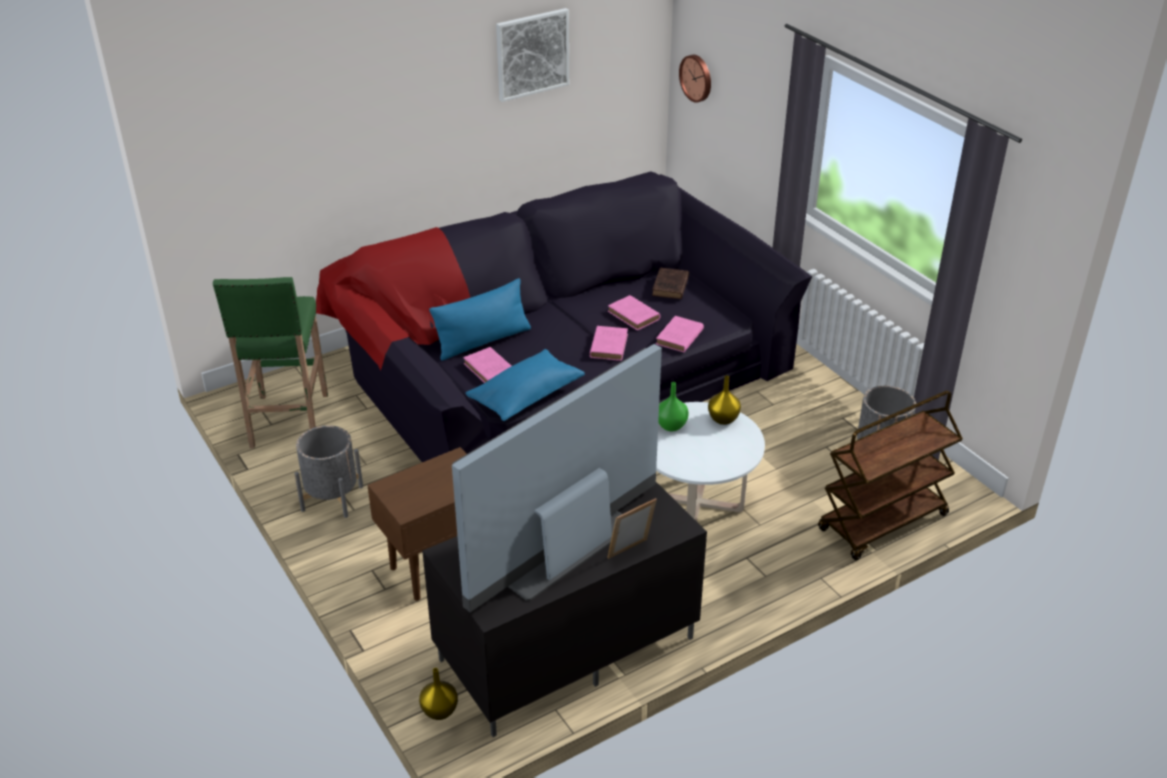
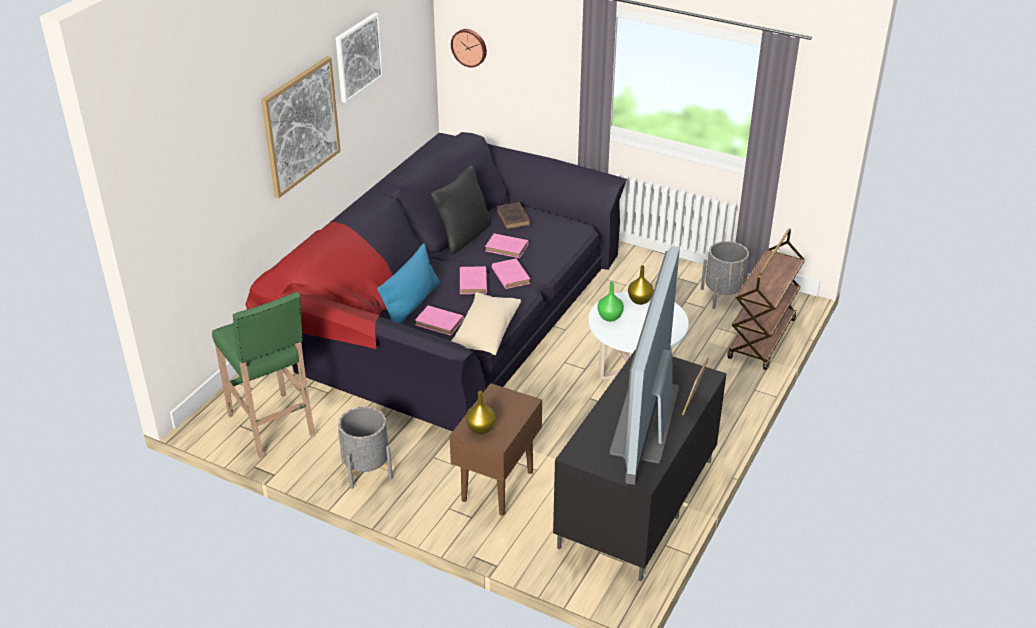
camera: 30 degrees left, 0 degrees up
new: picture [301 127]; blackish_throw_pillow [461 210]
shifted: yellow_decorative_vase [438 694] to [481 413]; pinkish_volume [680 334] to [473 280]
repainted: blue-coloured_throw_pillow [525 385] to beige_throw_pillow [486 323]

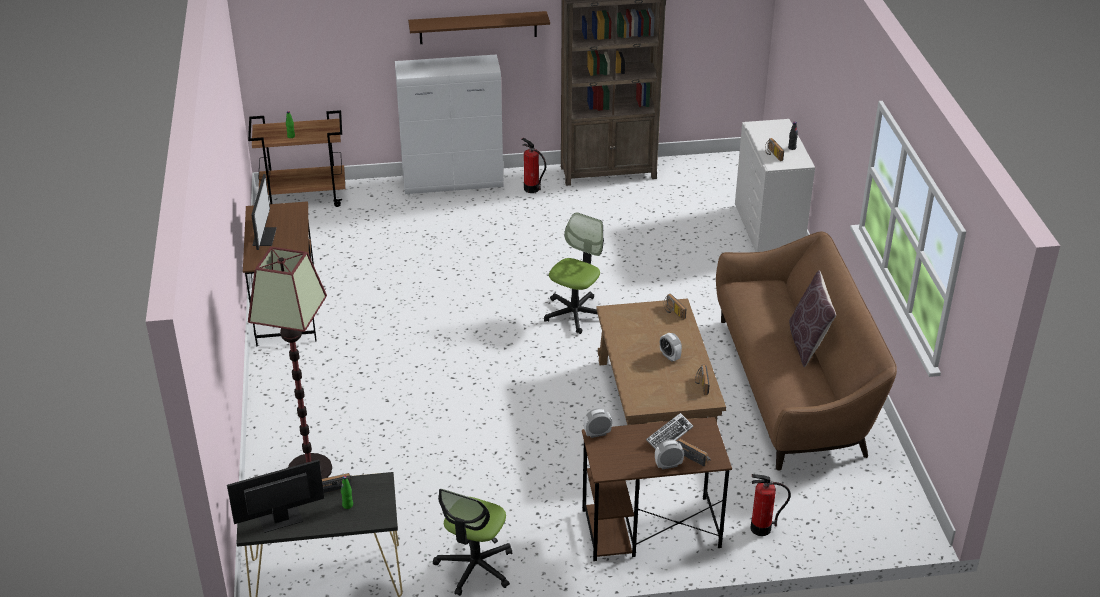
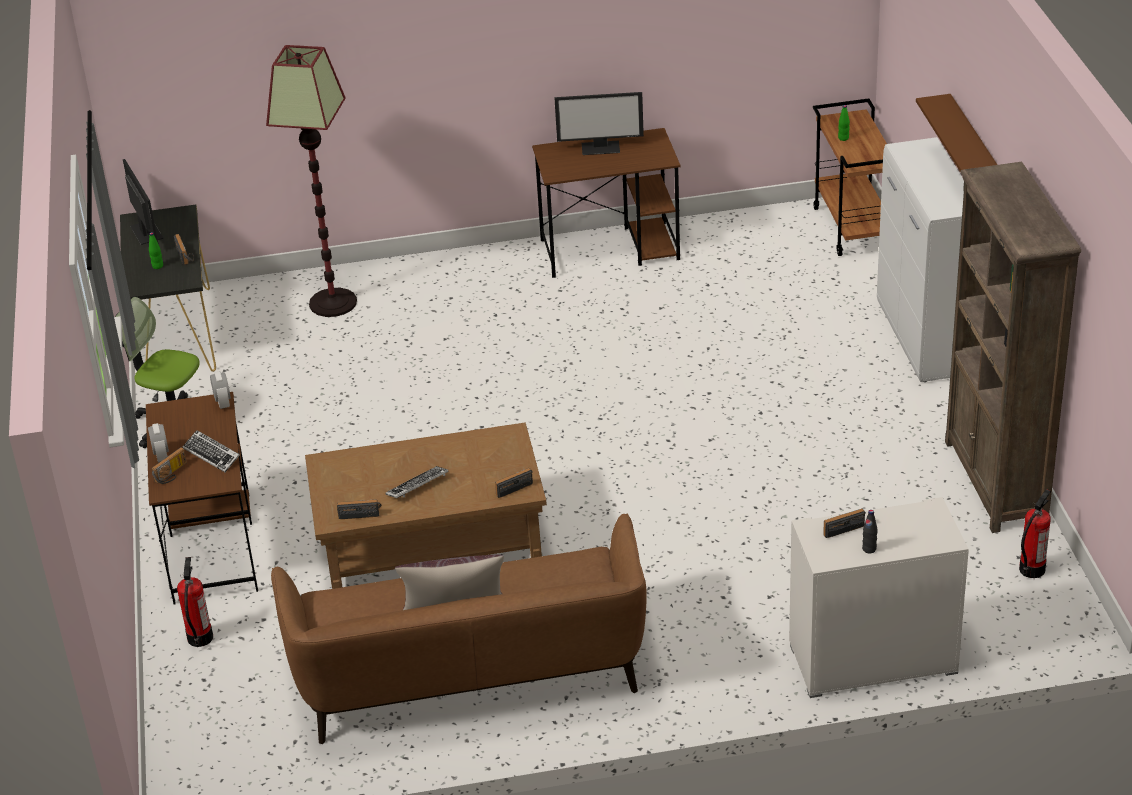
camera: 90 degrees right, 0 degrees up
gone: computer_chair [574 273]
shifted: fire-fighting_cylinder [534 165] to [1035 533]
swapped: bedside_clock [671 347] to keyboard [417 482]

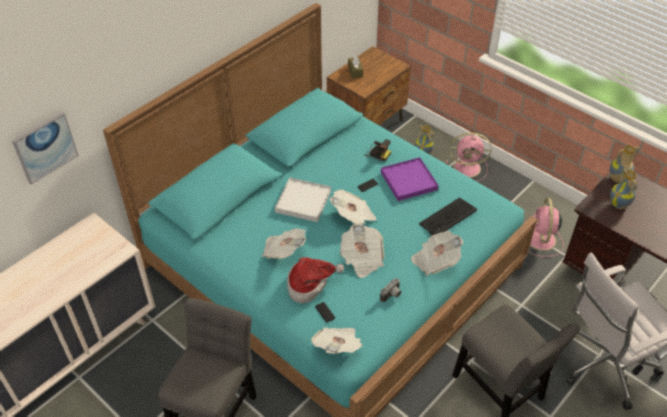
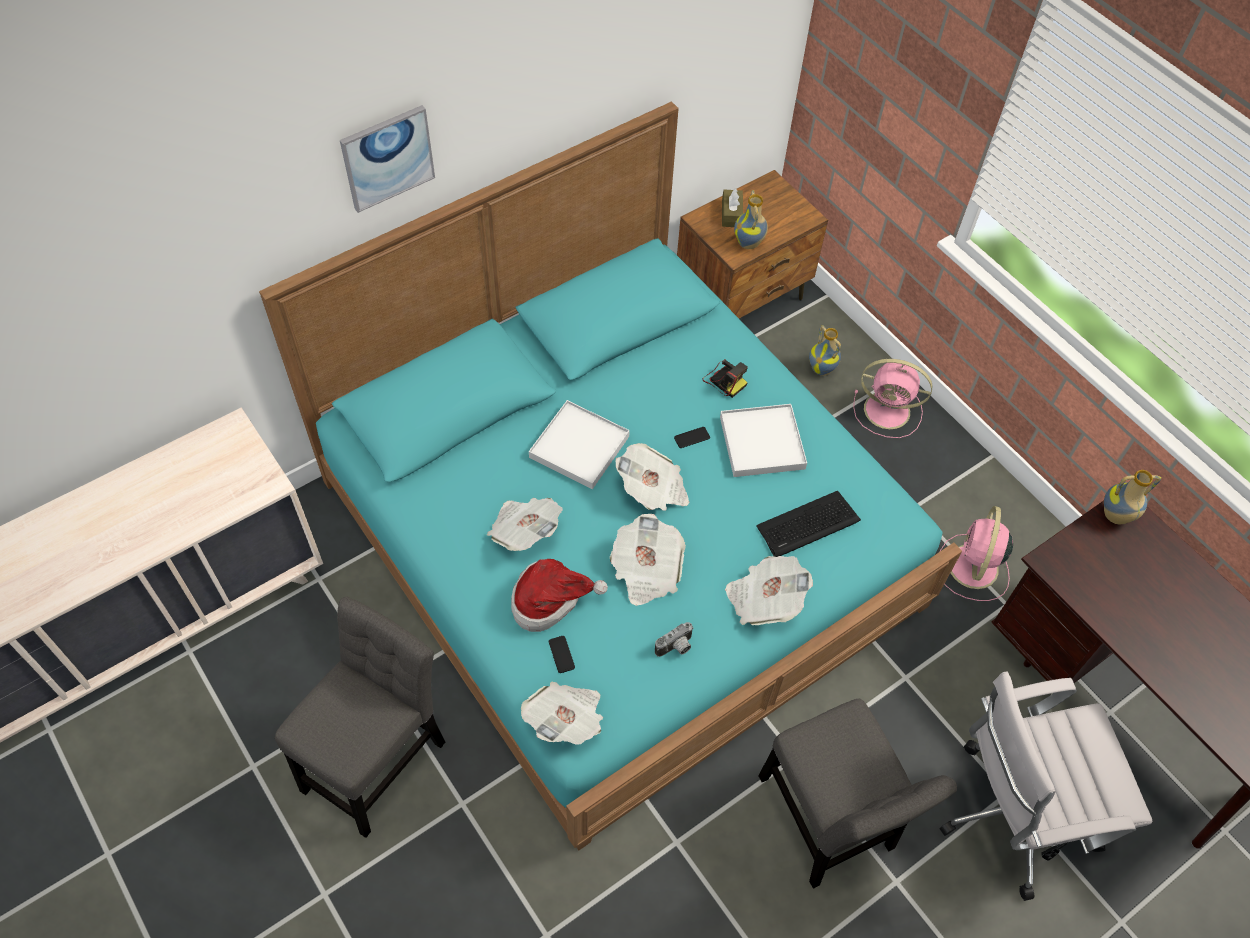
camera: 10 degrees right, 10 degrees up
shifted: picture [45 148] to [387 159]; decorative_vase [623 188] to [751 219]
repainted: purple-coloured_carrying_tray [410 179] to white-coloured_carrying_tray [763 440]

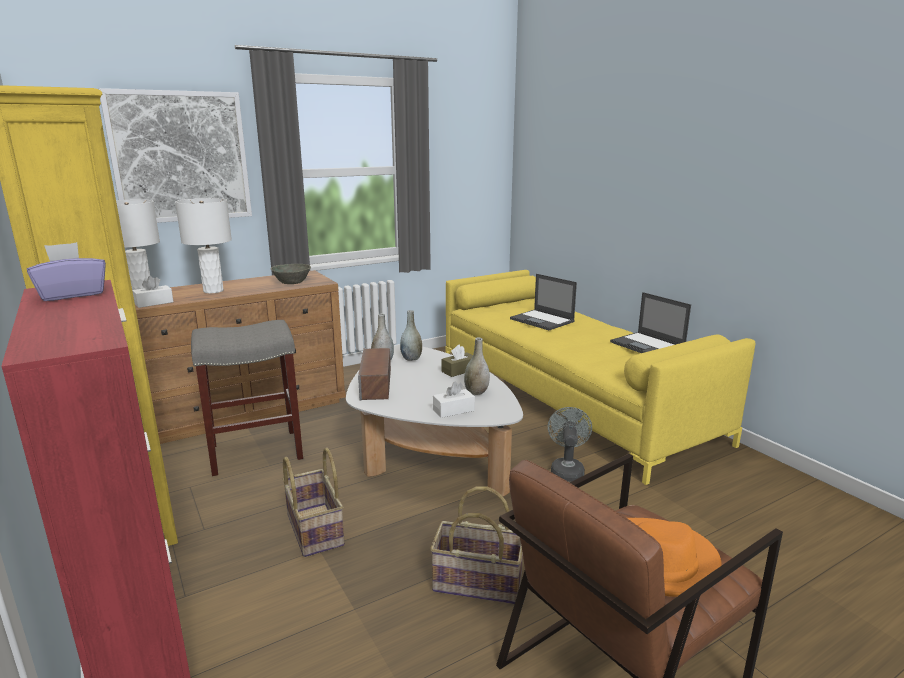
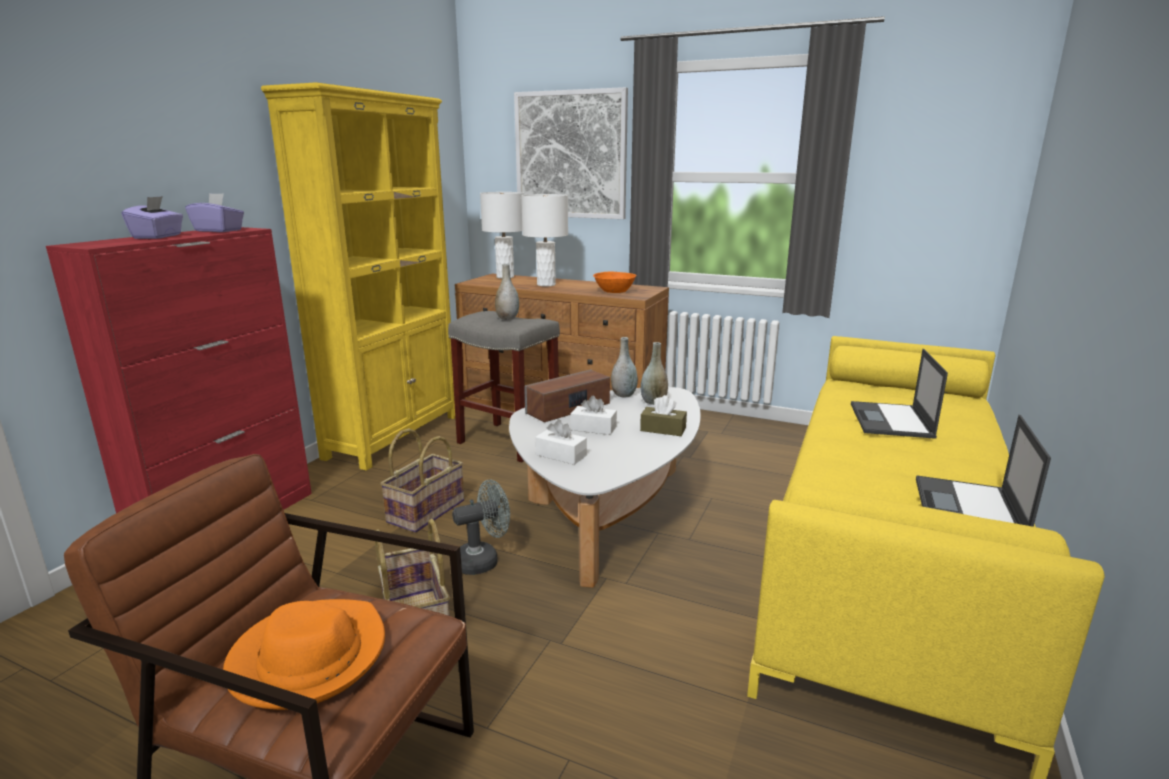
camera: 55 degrees right, 0 degrees up
new: purple-coloured_box_of_tissues [152 217]
shifted: white-coloured_box_of_tissues [152 292] to [594 415]; grey_decorative_vase [477 366] to [507 292]; grey_electric_fan [570 444] to [481 527]
repainted: grey_deep_dish [290 274] to orange_deep_dish [615 282]

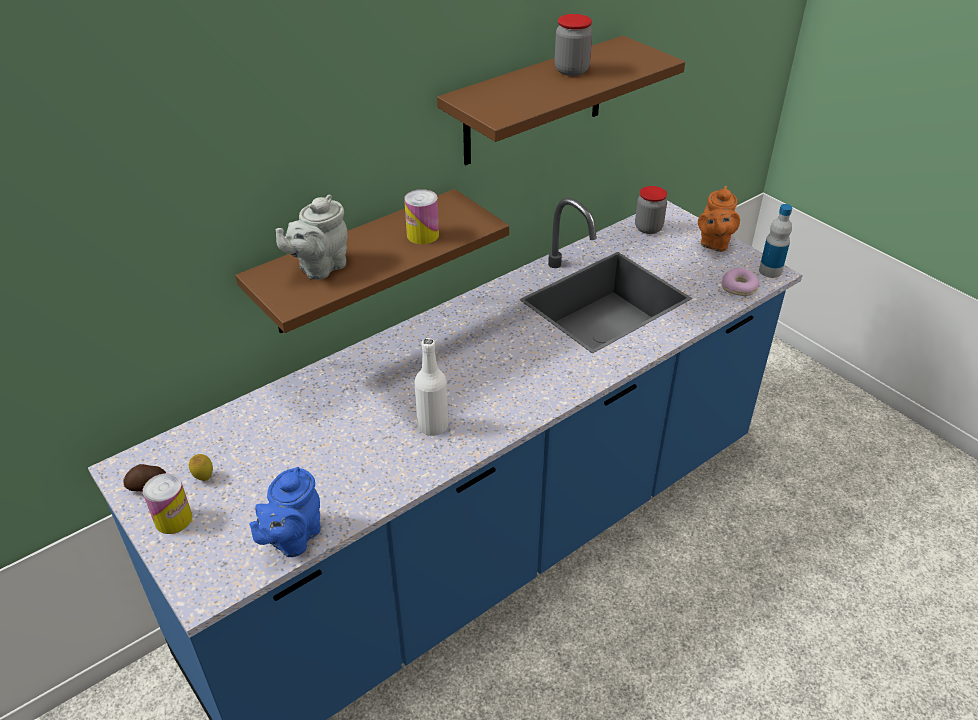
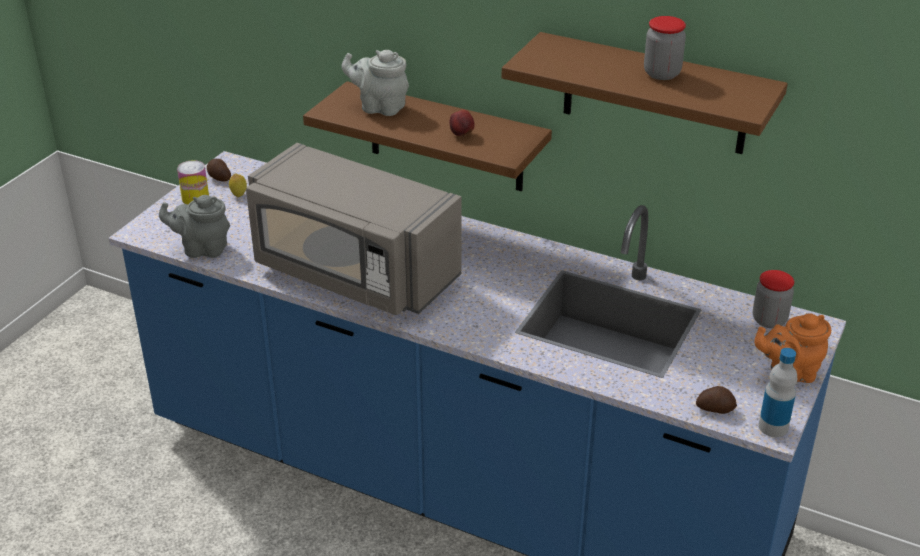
camera: 65 degrees right, 5 degrees down
swapped: sealed_can [421 216] to apple_fruit [462 123]; white-coloured_bottle [431 387] to grey_kitchen_microwave [353 229]; doughnut [741 282] to whole_potato [716 400]
repainted: blue-coloured_teapot [285 512] to grey_teapot [194 226]

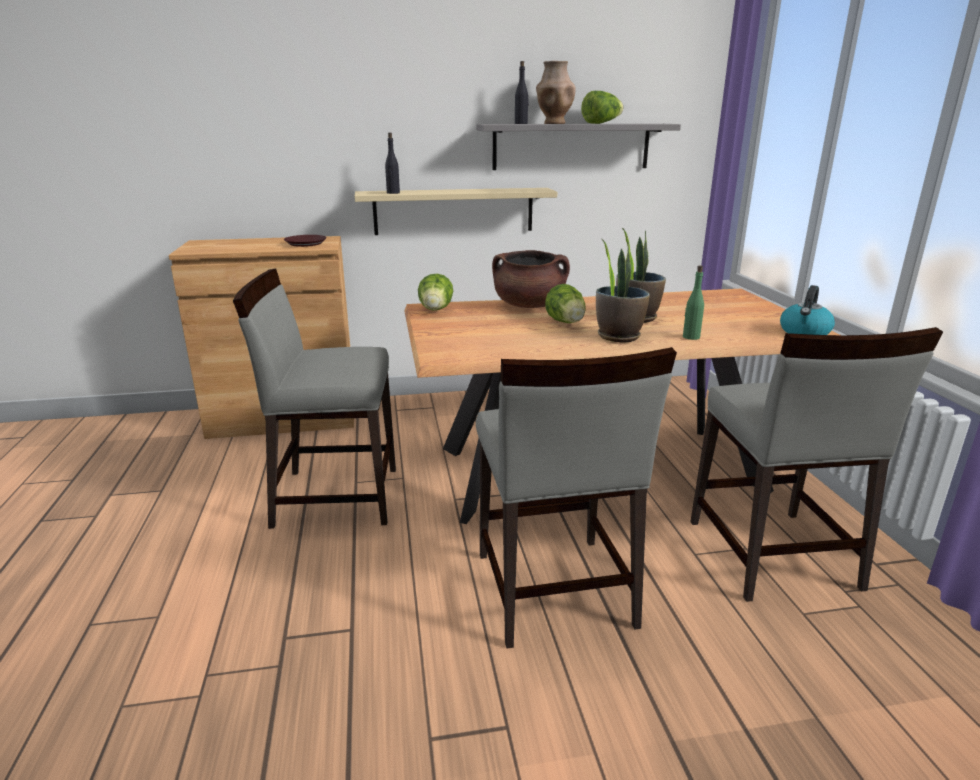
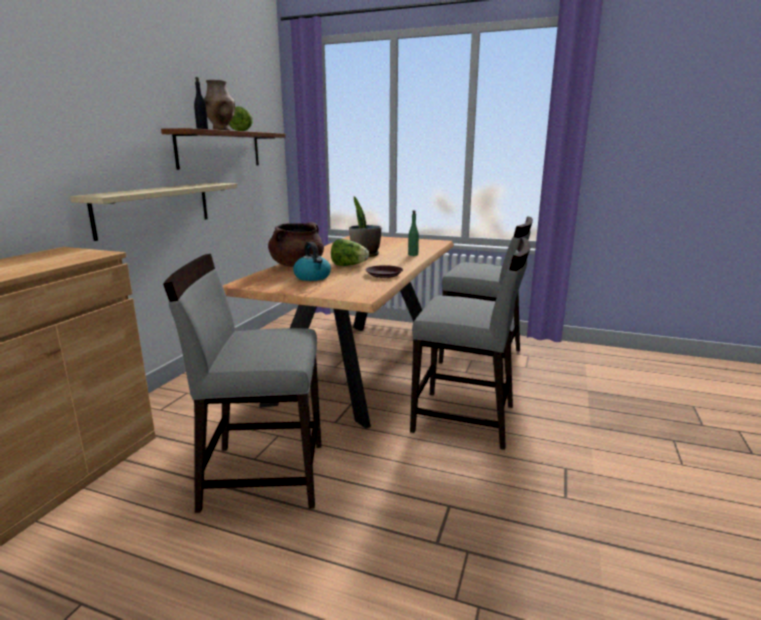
camera: 60 degrees left, 5 degrees down
gone: blackish_bottle [392 163]; head_of_lettuce [435 292]; plant_in_a_pot [623 291]
shifted: brown_plate [305 241] to [384 271]; kettle [807 310] to [312 261]
repainted: grey_wall_shelf [579 147] to brown_wall_shelf [223 149]
rotated: grey_plain_chair [314 398] = [242 383] 60 degrees clockwise

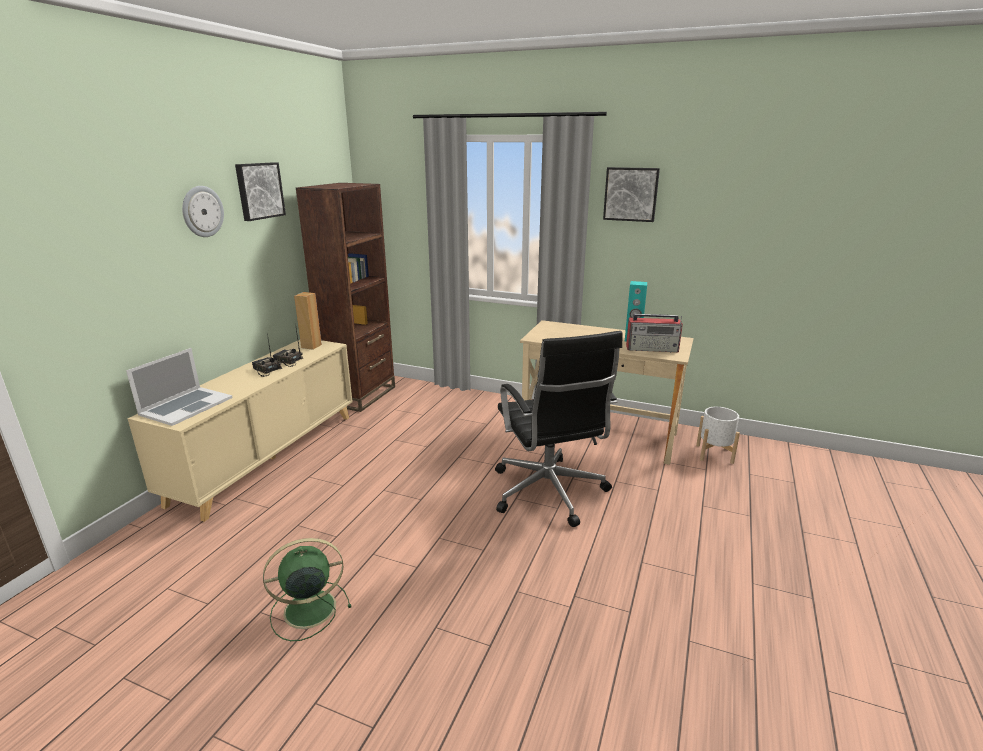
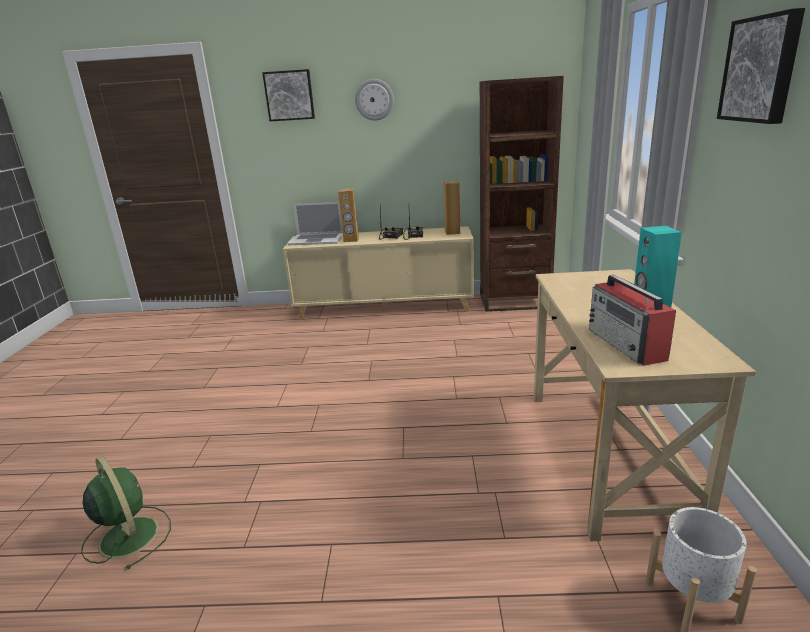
camera: 70 degrees right, 0 degrees up
gone: blackish_computer_chair [559 429]
new: brown_audio_speaker [348 215]
shifted: picture [260 191] to [288 95]; green_electric_fan [307 589] to [126 513]

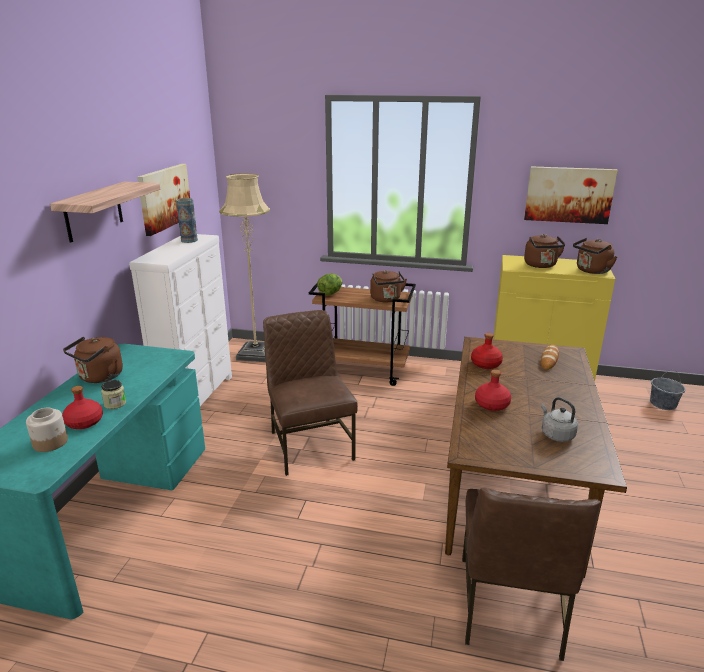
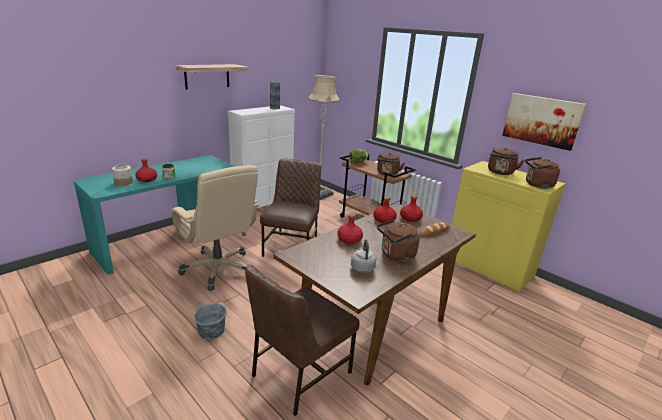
camera: 30 degrees right, 0 degrees up
gone: picture [163 200]
new: beige_computer_chair [215 227]; red-coloured_bottle [411 208]
shifted: brown_kettle [93 360] to [398 240]; grey_bucket [668 389] to [210 318]

